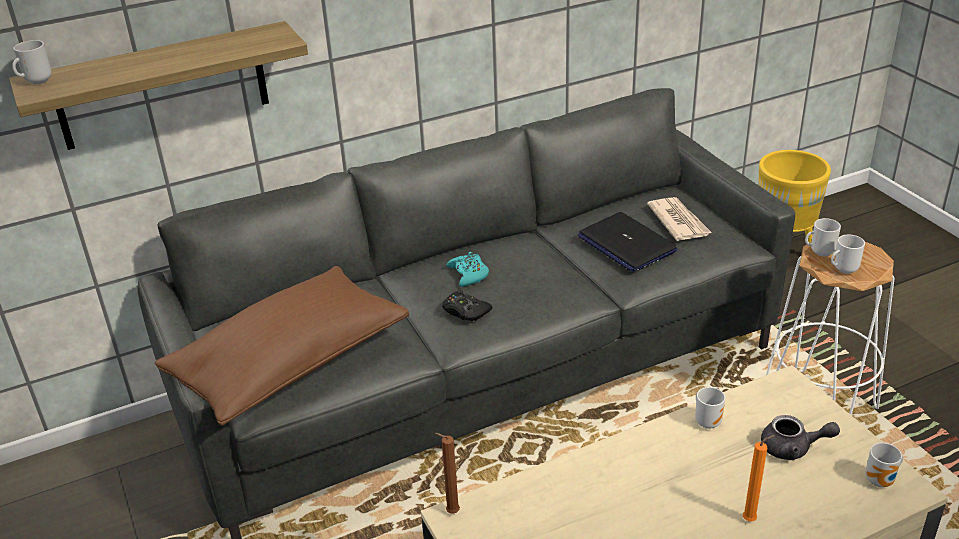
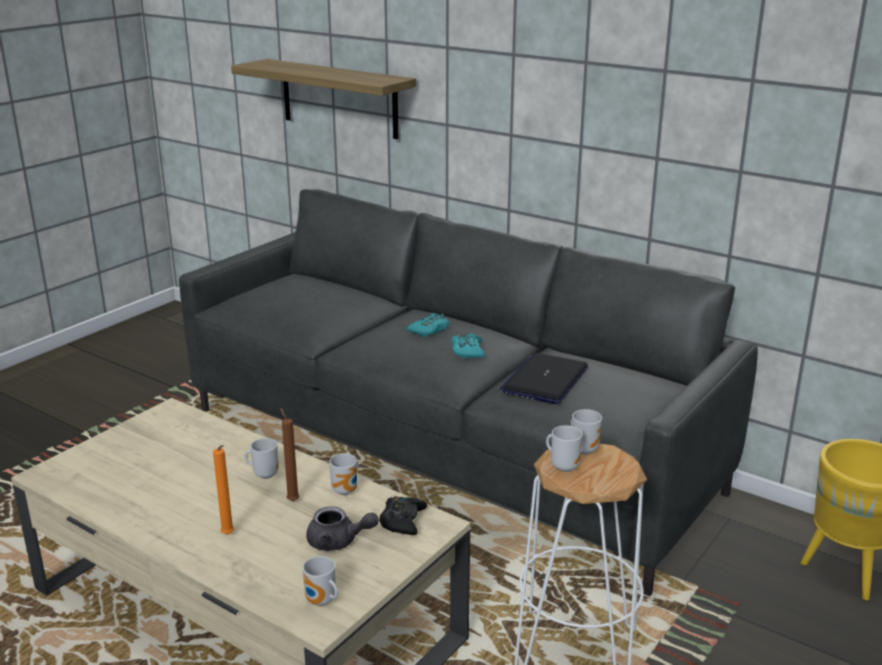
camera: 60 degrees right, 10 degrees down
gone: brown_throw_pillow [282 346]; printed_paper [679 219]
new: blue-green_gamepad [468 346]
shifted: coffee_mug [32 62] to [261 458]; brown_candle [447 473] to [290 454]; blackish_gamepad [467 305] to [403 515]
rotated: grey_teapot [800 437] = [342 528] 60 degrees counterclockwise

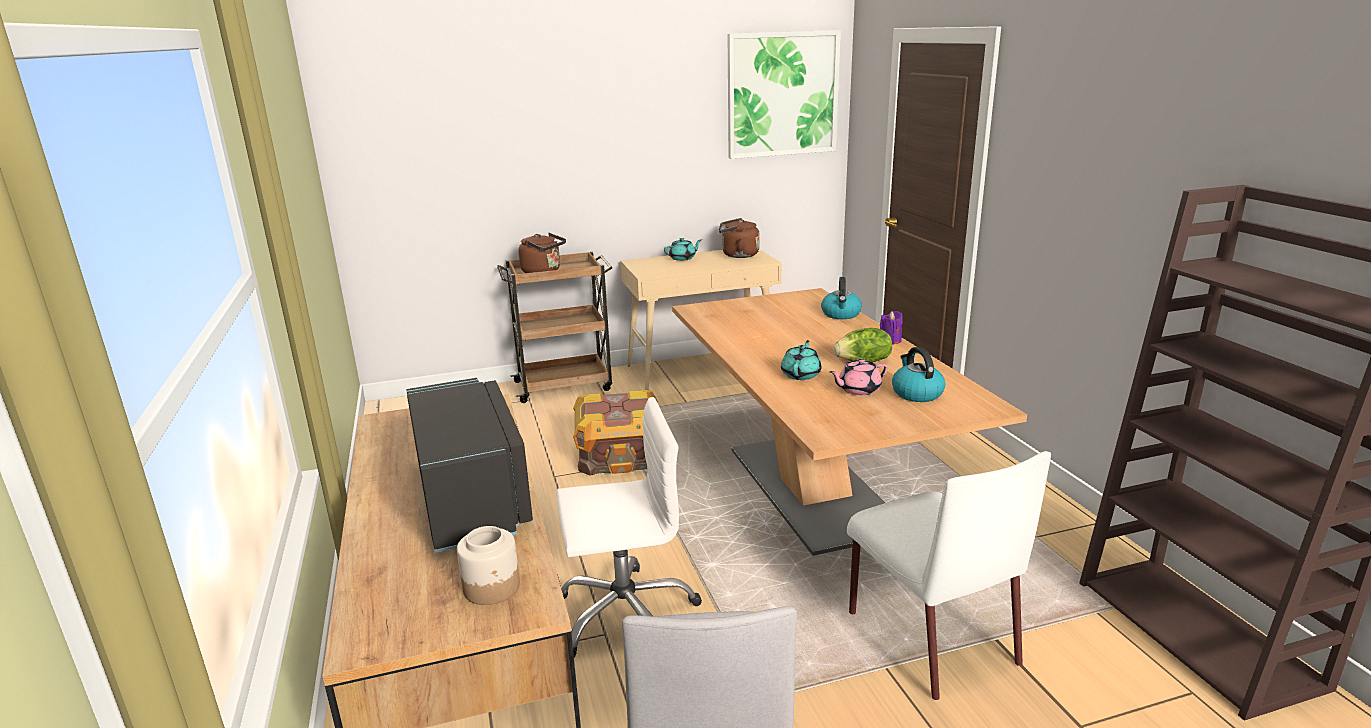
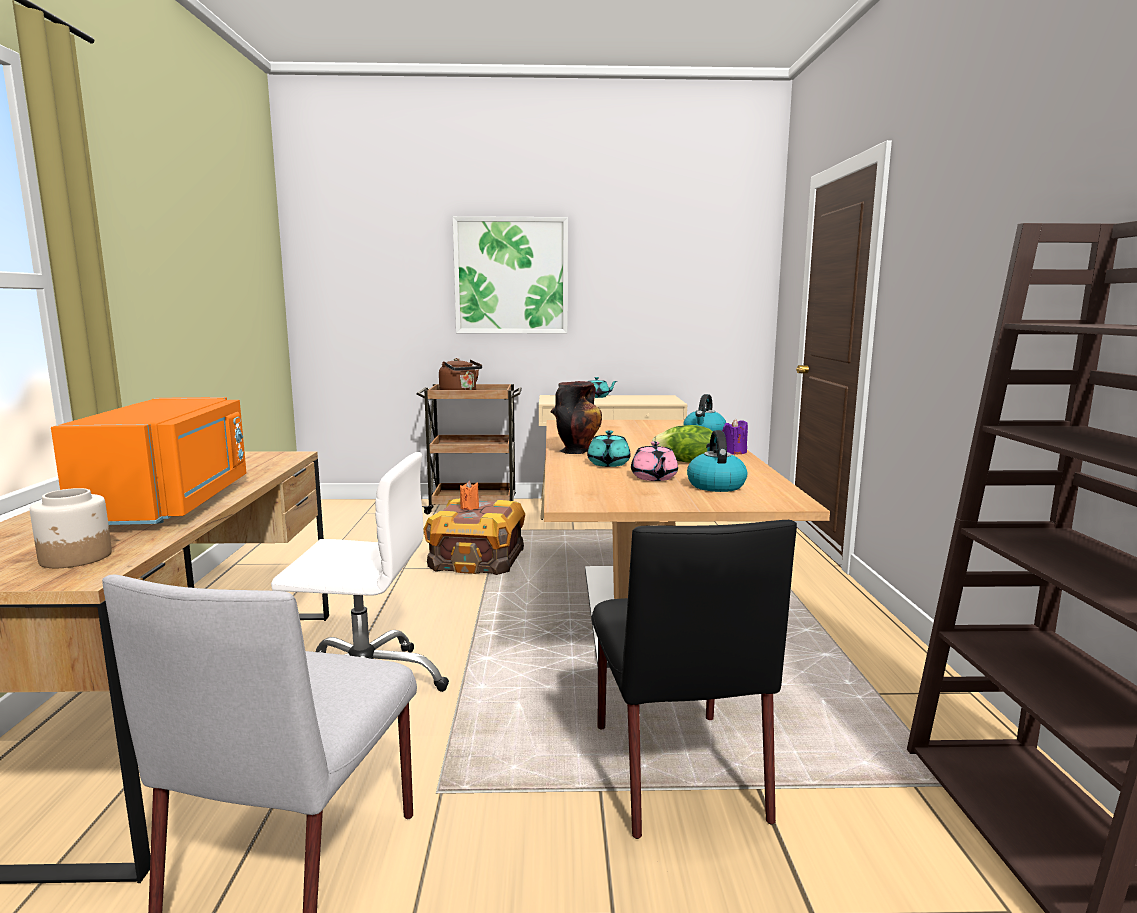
camera: 15 degrees right, 10 degrees down
gone: brown_kettle [739 238]
new: orange_candle [469 495]; decorative_vase [576 417]
shifted: picture [784 94] to [510 274]
repainted: blackish_kitchen_microwave [469 465] to orange_kitchen_microwave [148 461]; white-coloured_plain_chair [949 575] to blackish_plain_chair [694 679]
rotated: blue-green_teapot [801 360] = [609 448] 150 degrees clockwise; pinkish_teapot [859 376] = [654 461] 90 degrees counterclockwise

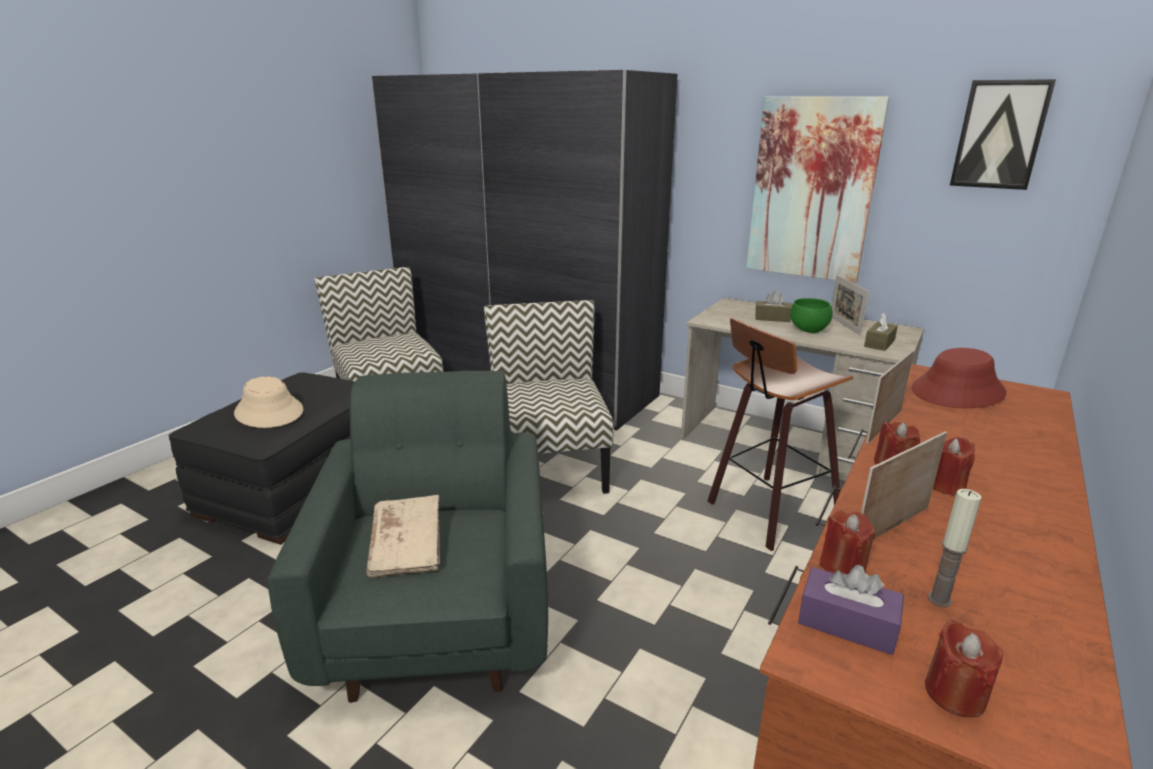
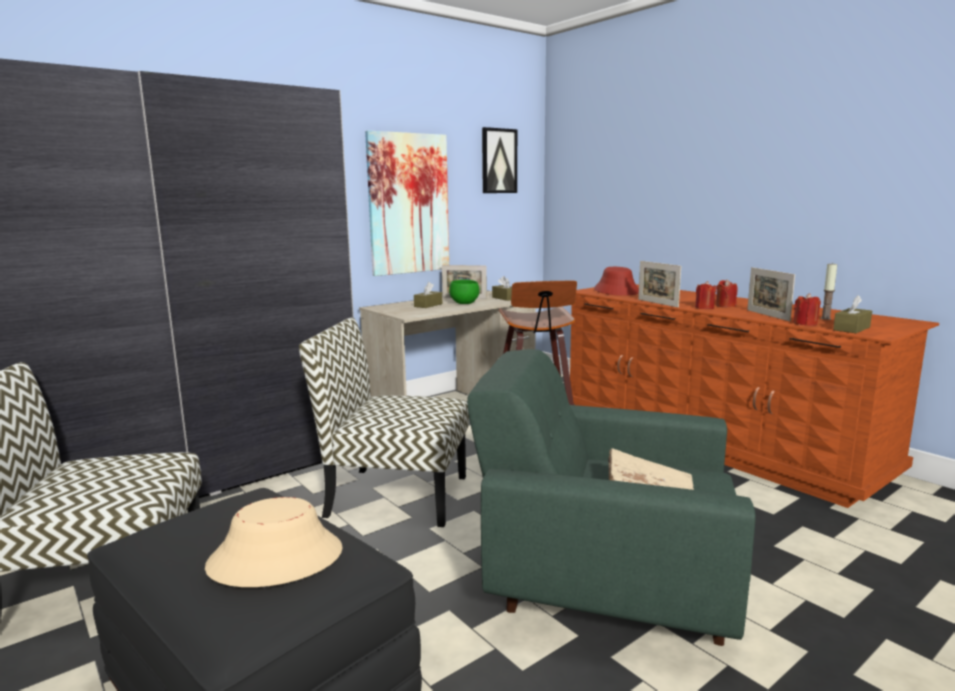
camera: 70 degrees left, 10 degrees down
gone: red-coloured_candle [964 669]
repainted: purple-coloured_box_of_tissues [851 610] to brown_box_of_tissues [852 314]

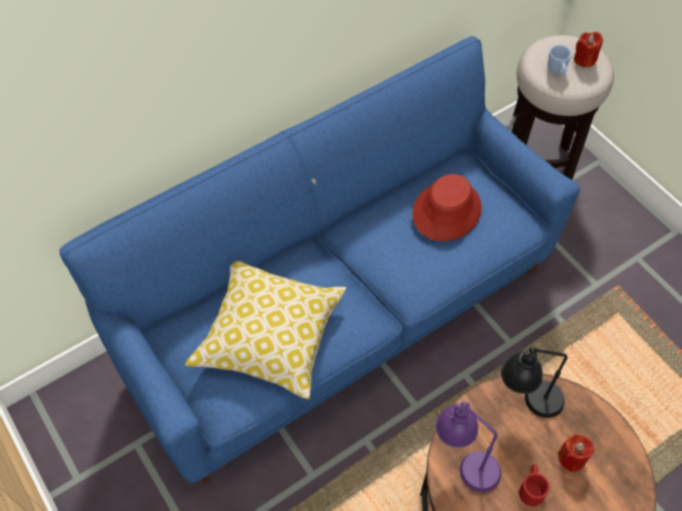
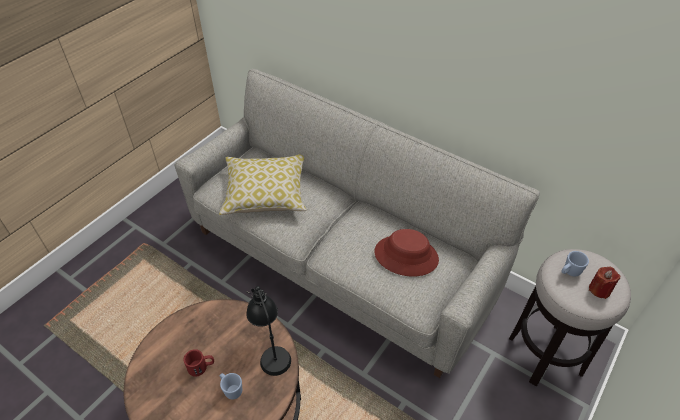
camera: 70 degrees right, 10 degrees down
gone: purple-coloured_tabletop_lamp [468 447]
swapped: red-coloured_candle [575 453] to blue-coloured_coffee_mug [231 386]
repainted: blue-coloured_settee [319 260] to grey_settee [357 223]

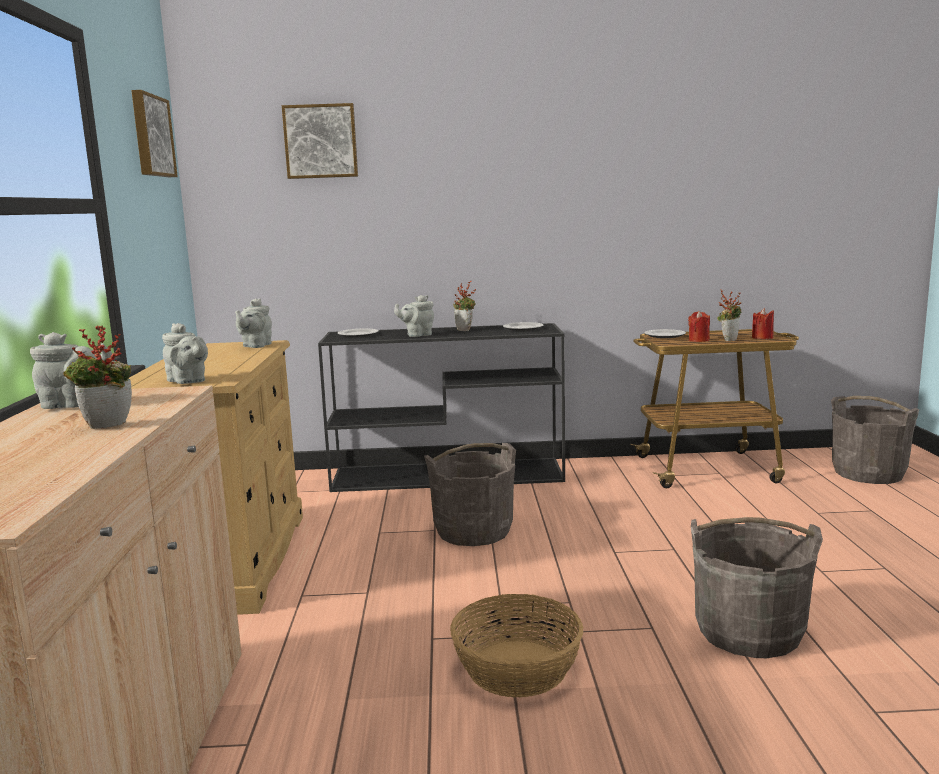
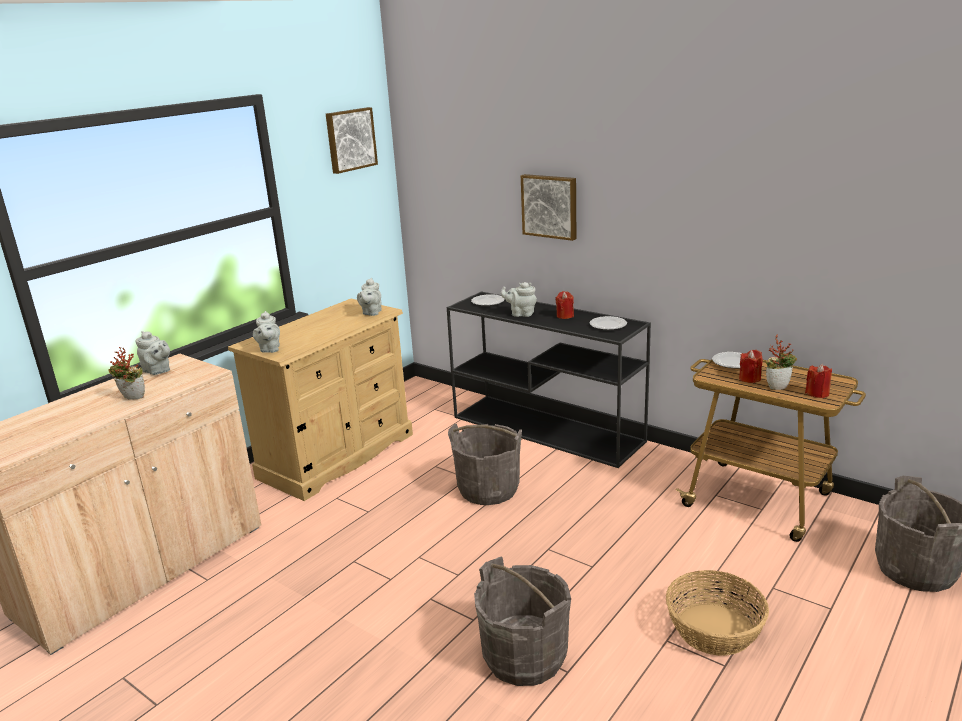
camera: 40 degrees right, 10 degrees up
shifted: picture [320 141] to [548 207]; storage_basket [517 646] to [717 613]
swapped: plant_in_a_pot [464 306] to red-coloured_candle [565 305]
rotated: grey_teapot [253 323] = [369 297] 45 degrees counterclockwise

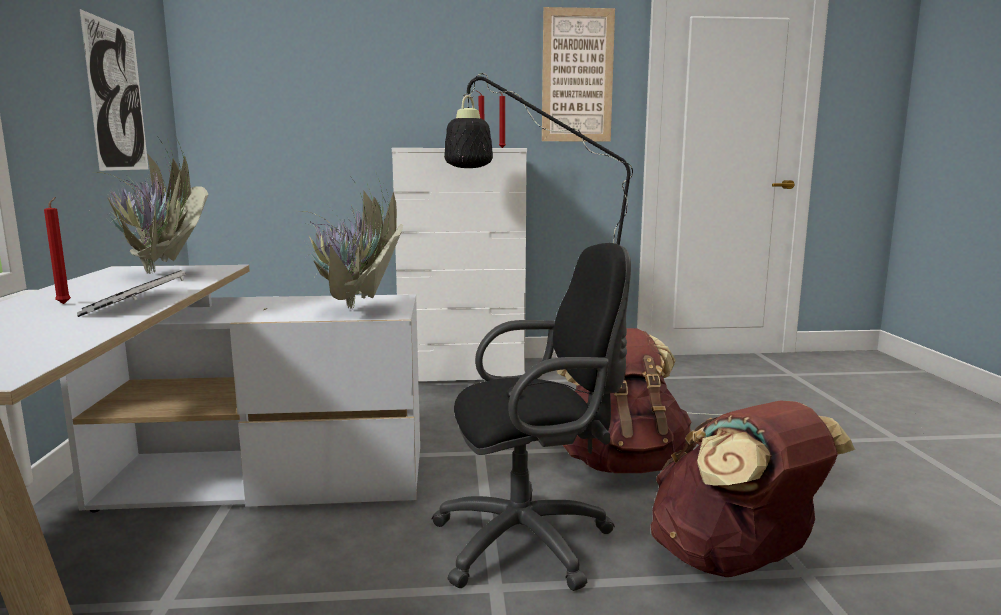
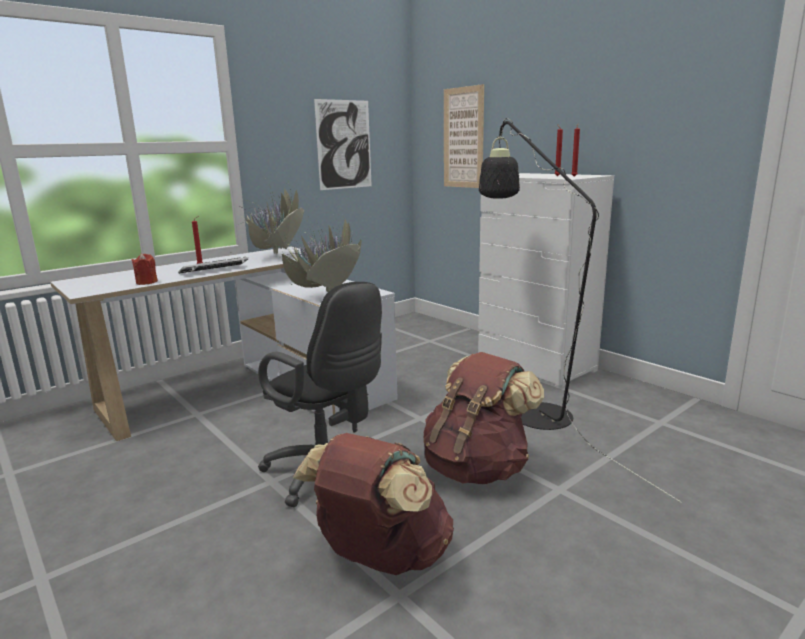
camera: 55 degrees right, 5 degrees up
new: red-coloured_candle [145 269]
shifted: picture [578 74] to [464 136]

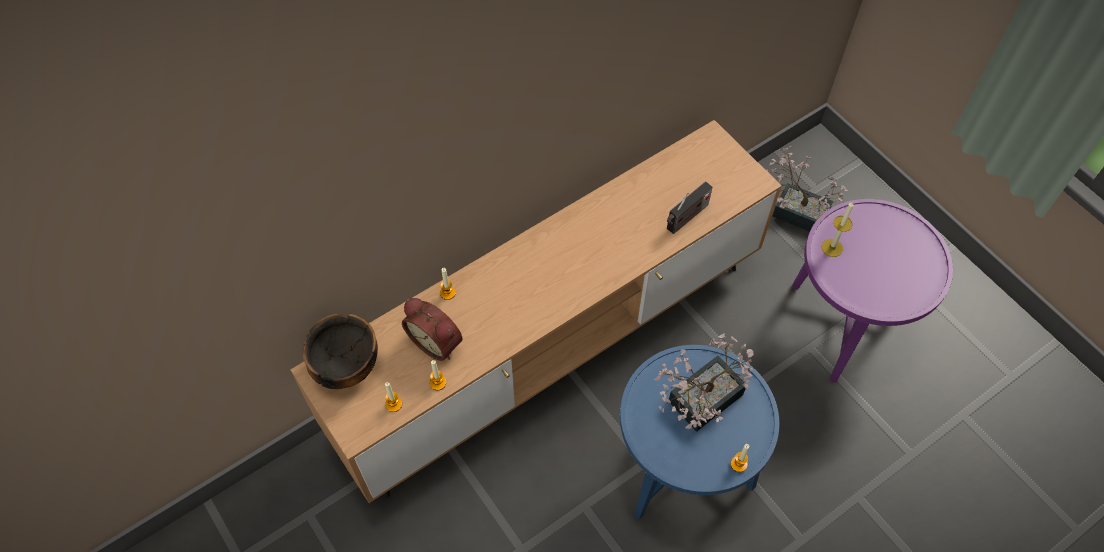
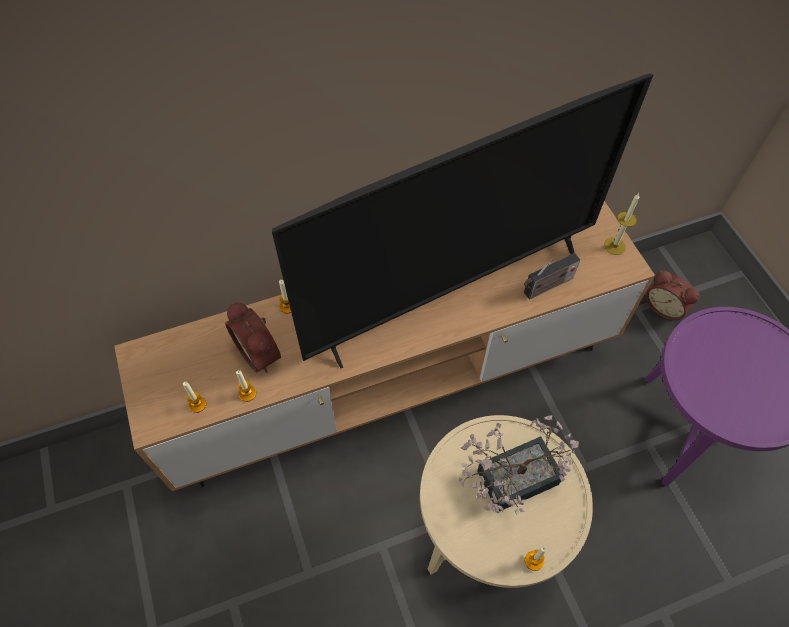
camera: 15 degrees right, 0 degrees up
gone: deep_dish [340 351]
new: television [462 220]
shifted: candle [838 229] to [621 224]
swapped: plant_in_a_pot [807 189] to bedside_clock [672 296]
repainted: blue-coloured_accent_table [699 432] to beige_accent_table [506 501]

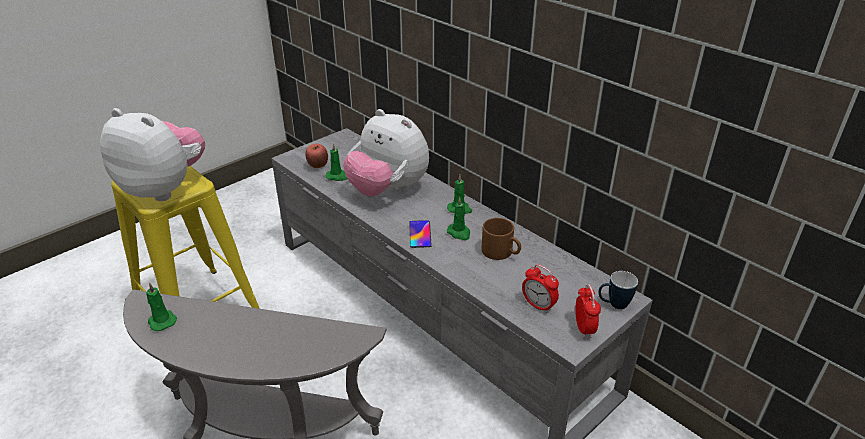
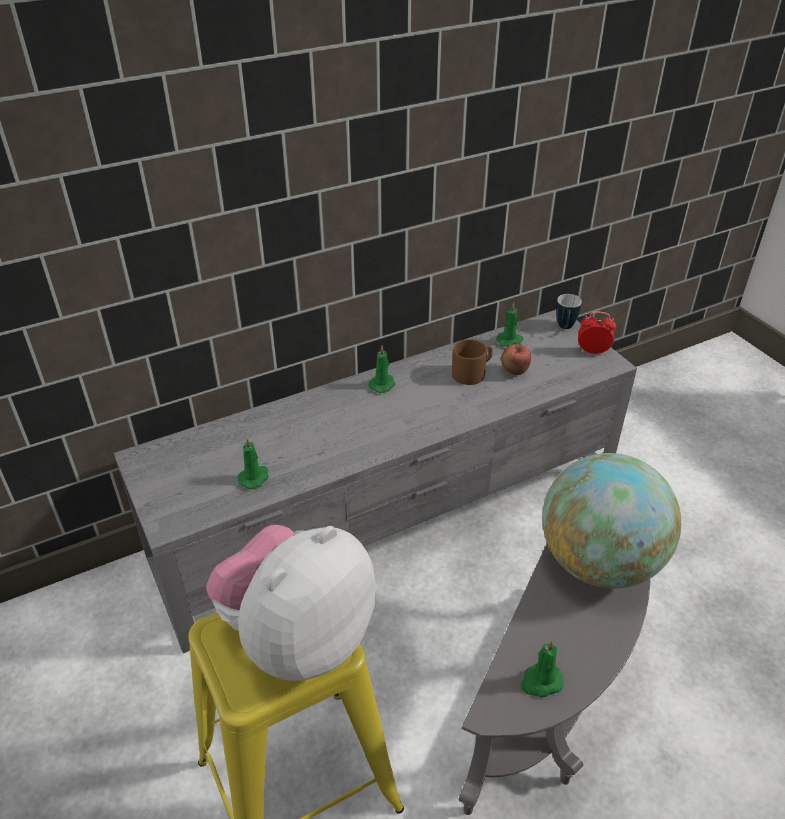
camera: 75 degrees left, 5 degrees up
gone: soft_toy [386 153]; telephone [420 234]; bedside_clock [540 288]
new: desk_globe [611 521]
shifted: apple_fruit [316 155] to [516 359]; green_candle [458 218] to [510 324]

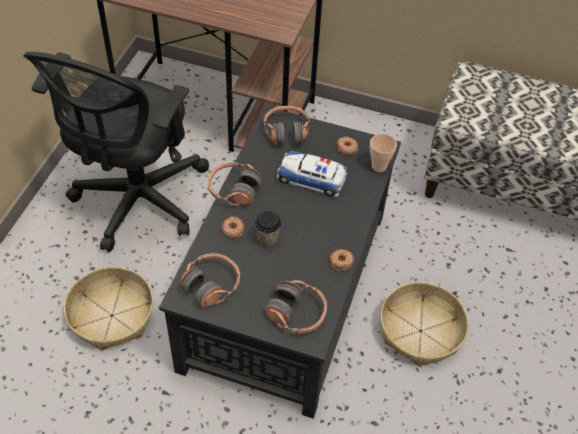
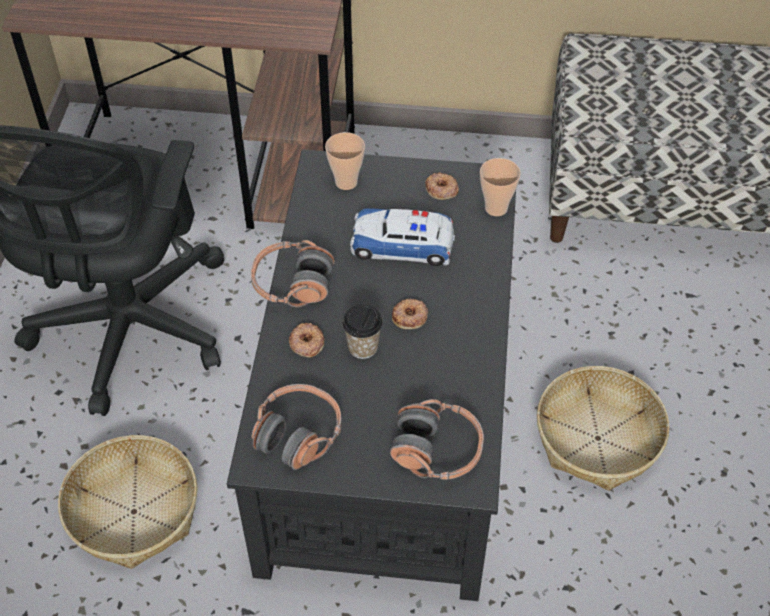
camera: 10 degrees left, 0 degrees up
shifted: doughnut [341 259] to [410 314]
swapped: pair_of_headphones [286 126] to cup [345 161]

